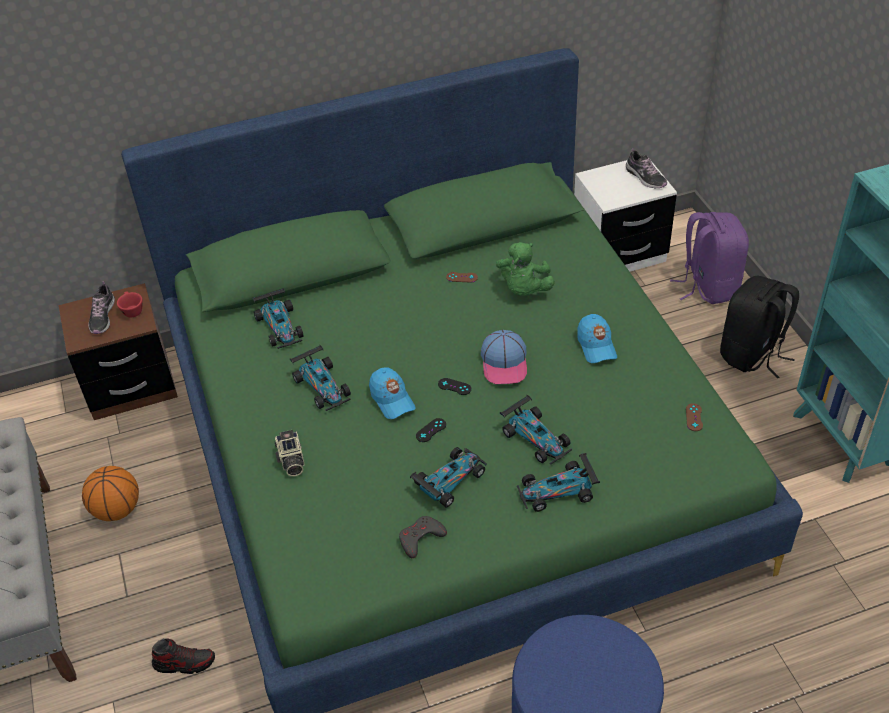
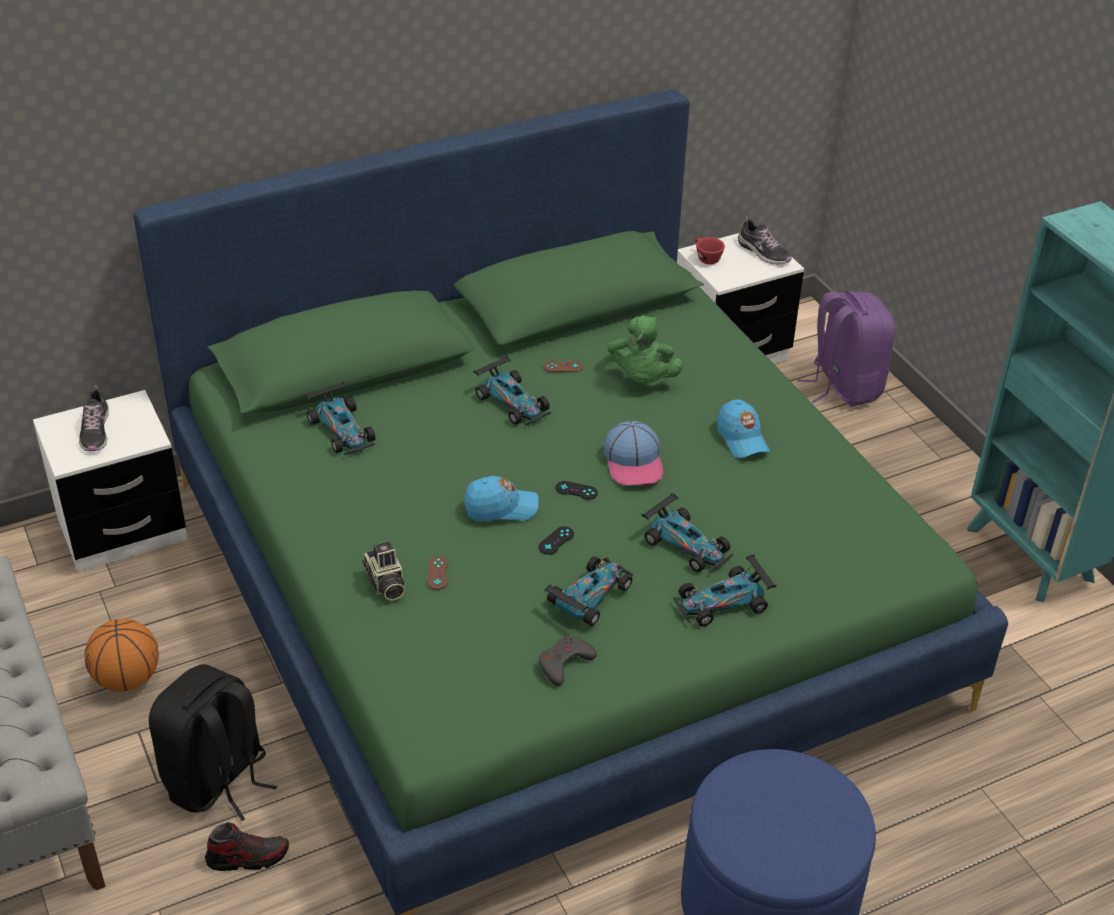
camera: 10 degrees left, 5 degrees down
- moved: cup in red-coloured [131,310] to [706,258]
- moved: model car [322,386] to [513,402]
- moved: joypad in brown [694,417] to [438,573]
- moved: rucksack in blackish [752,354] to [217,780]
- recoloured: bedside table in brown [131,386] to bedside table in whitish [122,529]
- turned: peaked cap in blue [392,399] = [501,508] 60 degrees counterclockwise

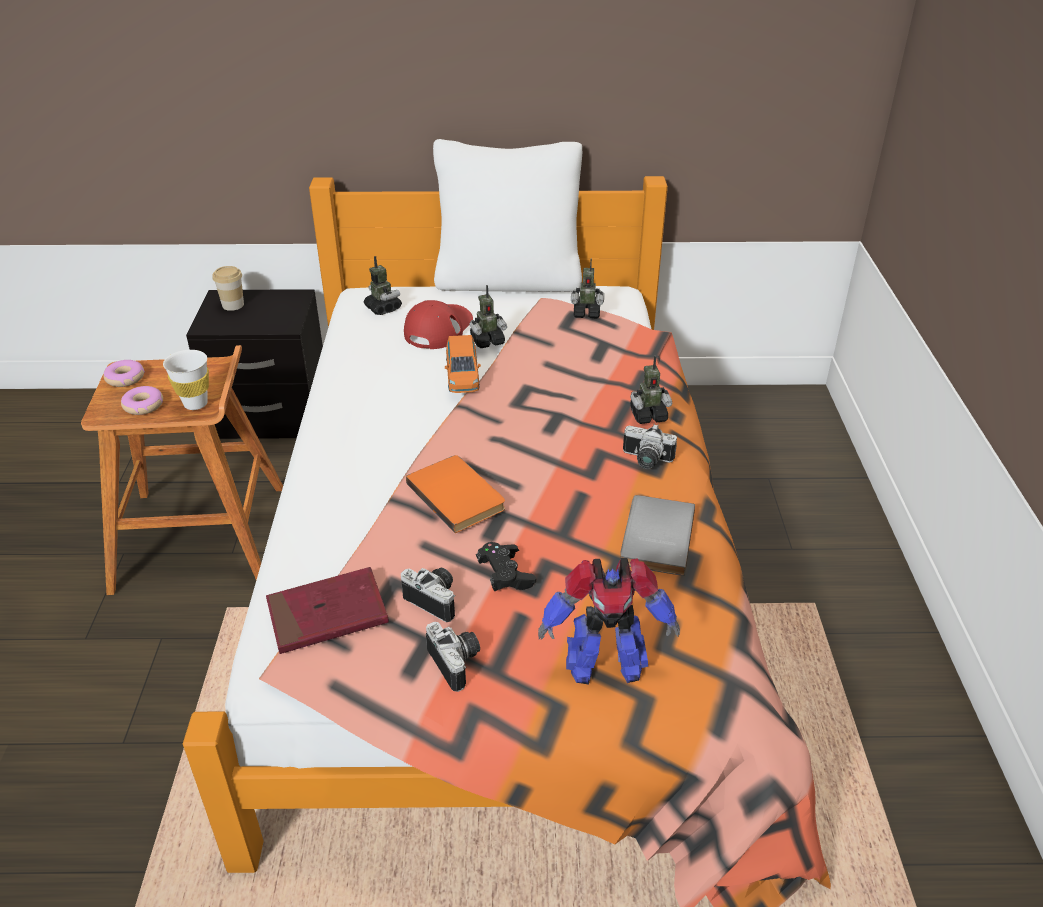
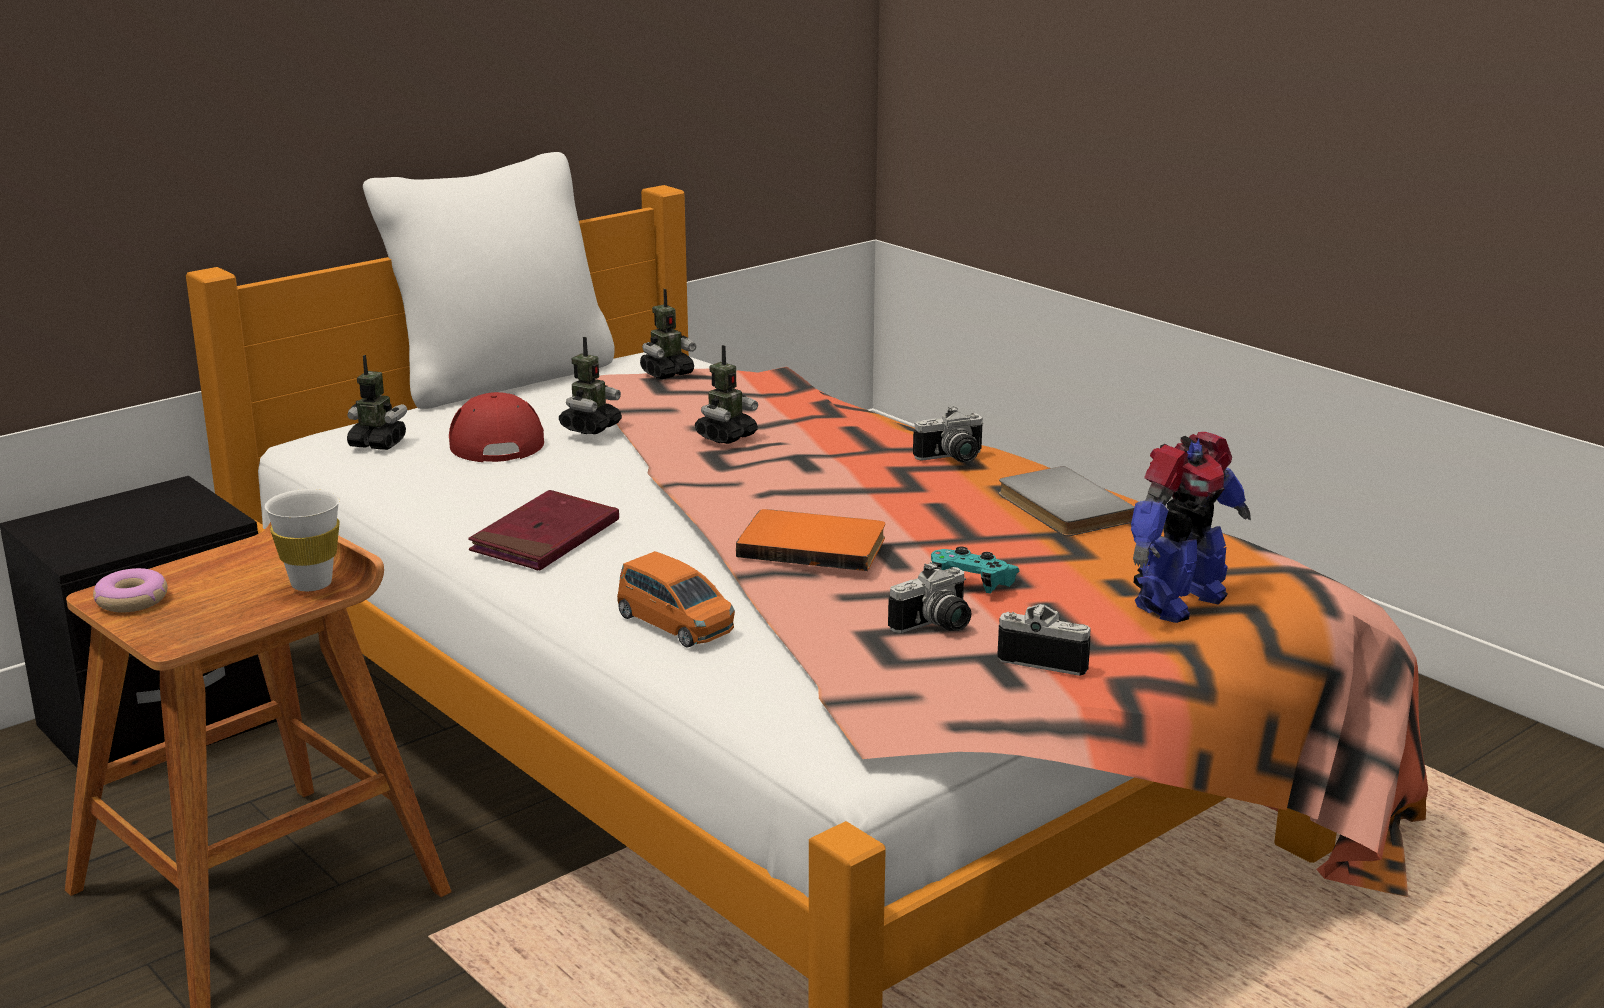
camera: 40 degrees left, 15 degrees down
- removed: ring doughnut [143,406]
- removed: cup [233,305]
- moved: volume in red-coloured [327,614] to [545,538]
- moved: model car in orange-coloured [462,377] to [676,624]
- moved: robot figure [648,415] to [726,436]
- recoloured: joypad in blackish [505,575] to joypad in turquoise-coloured [972,584]
- turned: still camera [436,599] = [937,626] 150 degrees clockwise

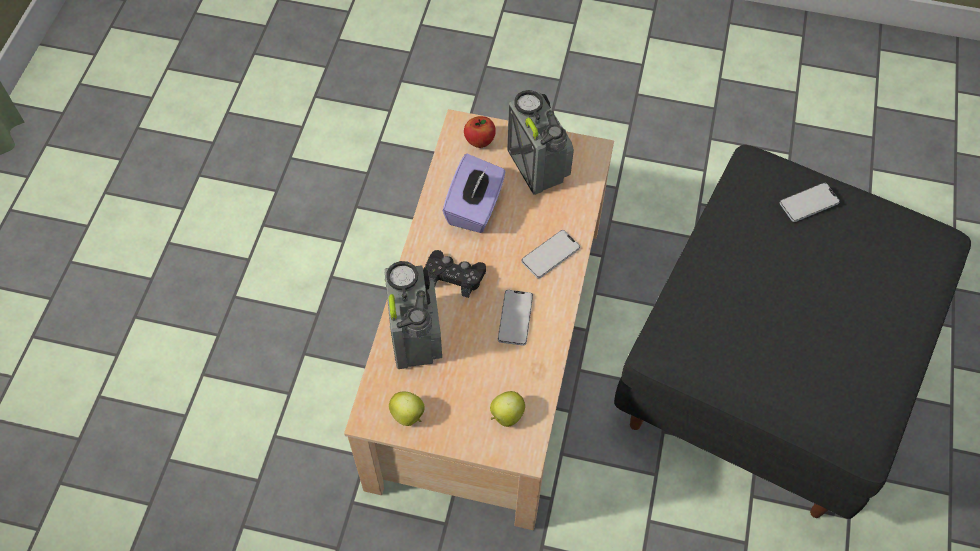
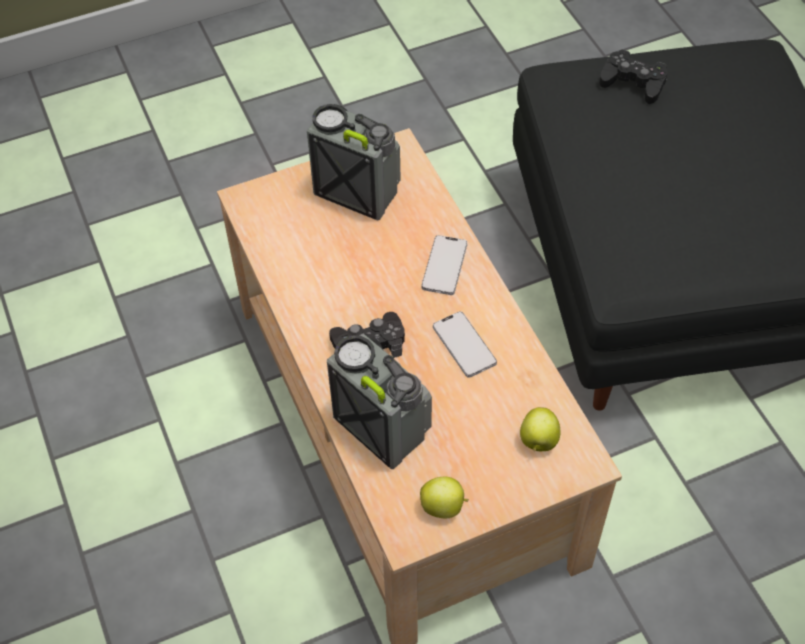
camera: 35 degrees left, 5 degrees down
- removed: tissue holder in purple-coloured [475,207]
- removed: whole apple [479,141]
- replaced: telephone [809,203] to joypad in blackish [633,82]

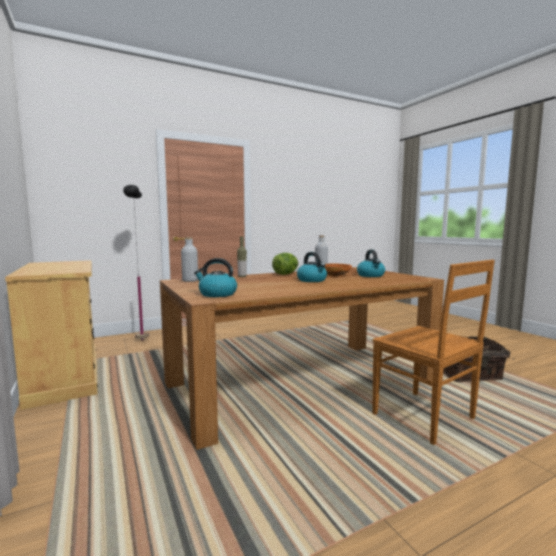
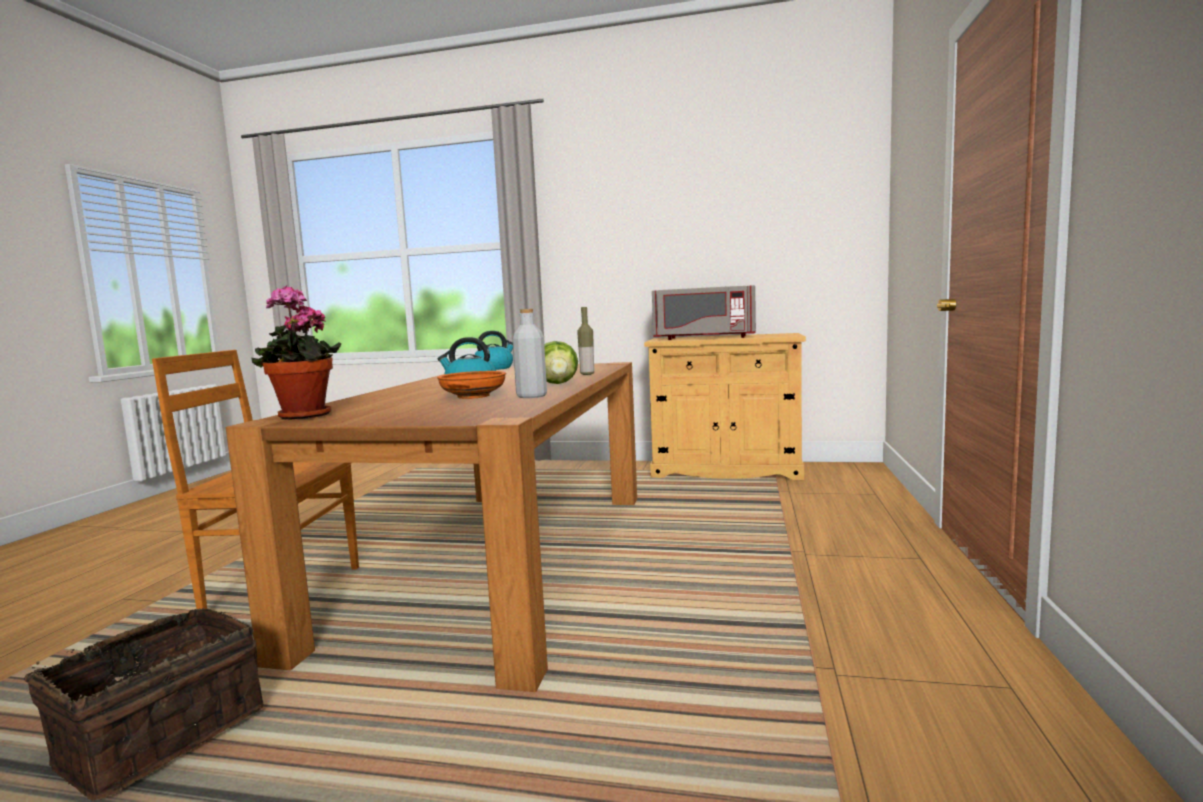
camera: 130 degrees right, 0 degrees up
- removed: standard lamp in blackish [142,344]
- removed: bottle in grey [190,280]
- removed: water kettle [371,275]
- added: potted plant [303,416]
- added: microwave oven in grey [704,338]

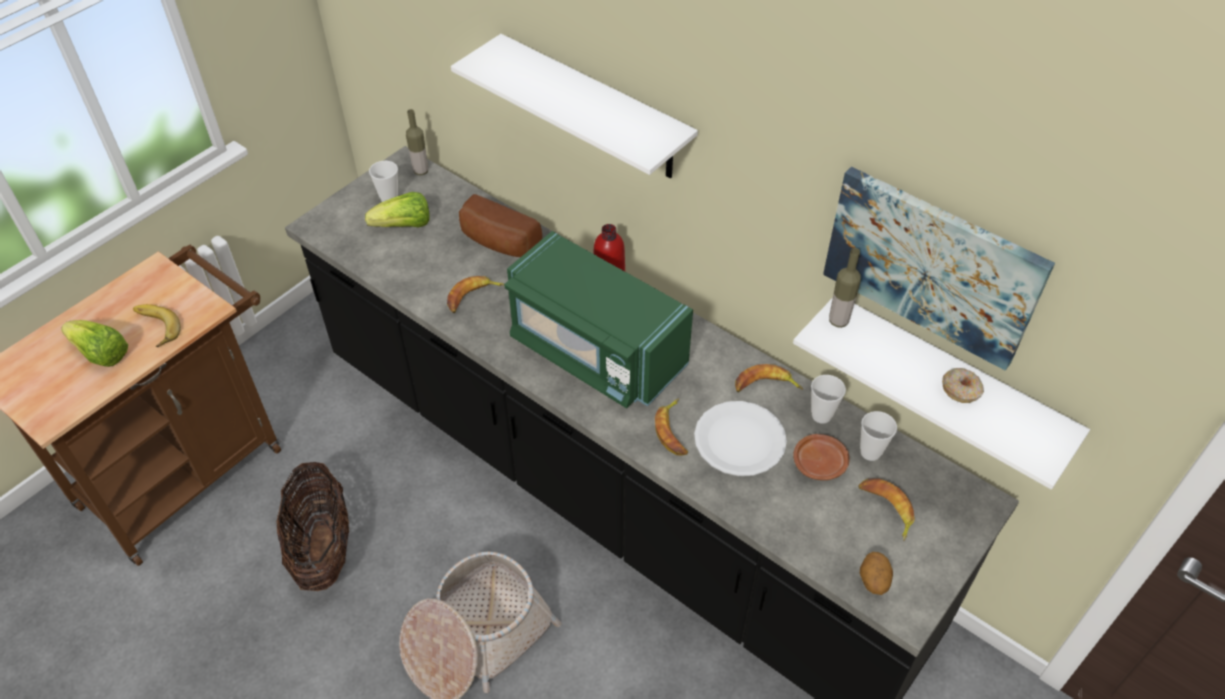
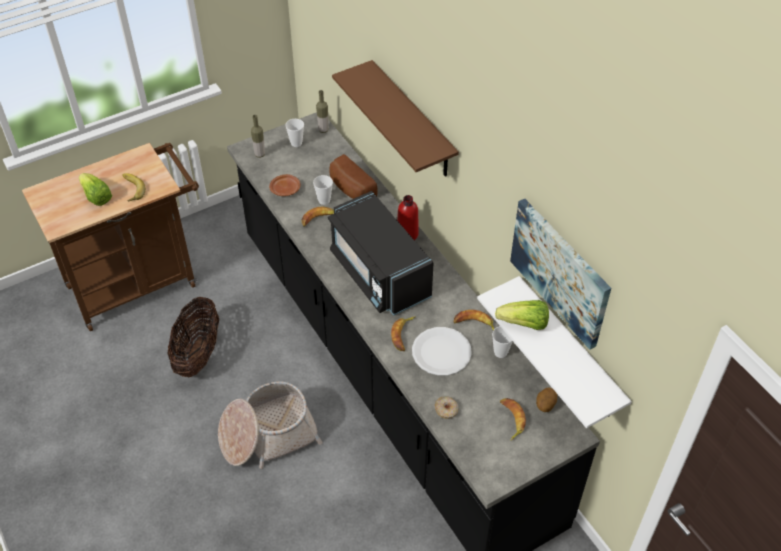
camera: 20 degrees right, 0 degrees up
- moved: lettuce head [404,226] to [524,324]
- moved: dinner plate in brown [820,462] to [285,189]
- moved: bottle [838,321] to [260,154]
- moved: cup [870,452] to [324,200]
- moved: whole potato [873,581] to [545,405]
- moved: ring doughnut [961,390] to [446,410]
- recoloured: shelf in whitish [595,109] to shelf in brown [413,121]
- recoloured: microwave oven in green [595,351] to microwave oven in blackish [379,273]

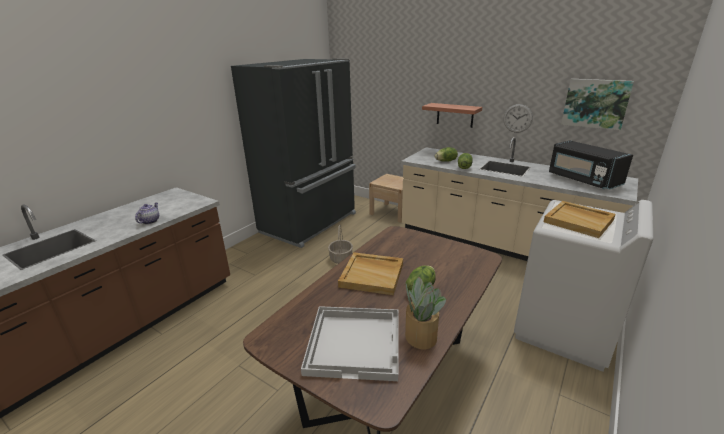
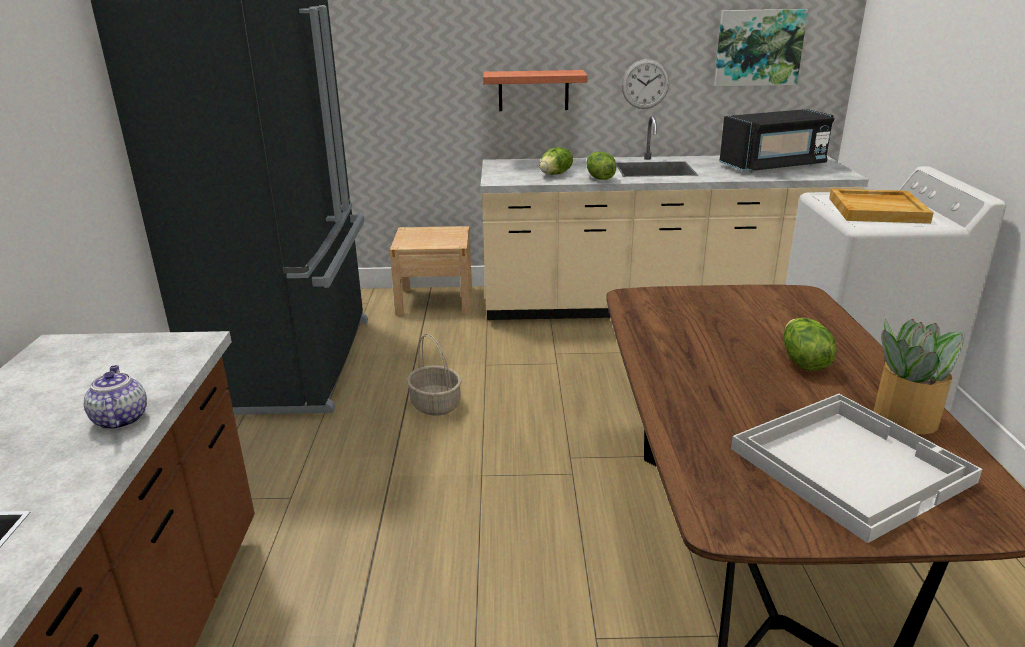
camera: 35 degrees left, 0 degrees up
- removed: serving tray in sand-coloured [372,275]
- turned: microwave oven in blackish [582,180] = [773,166] 45 degrees counterclockwise

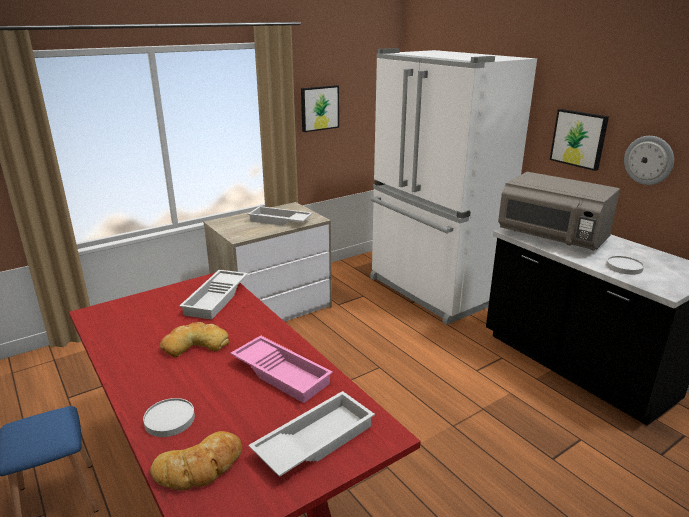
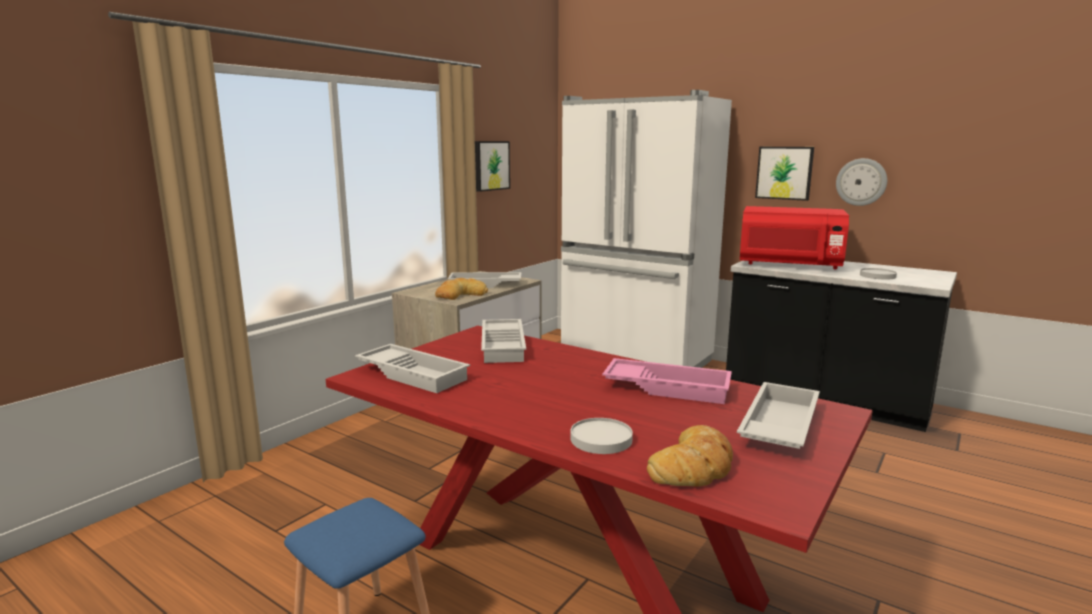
camera: 20 degrees left, 10 degrees down
- added: serving tray in whitish [414,374]
- moved: bakery bread [195,344] to [460,295]
- recoloured: microwave oven in grey [552,237] to microwave oven in red-coloured [789,265]

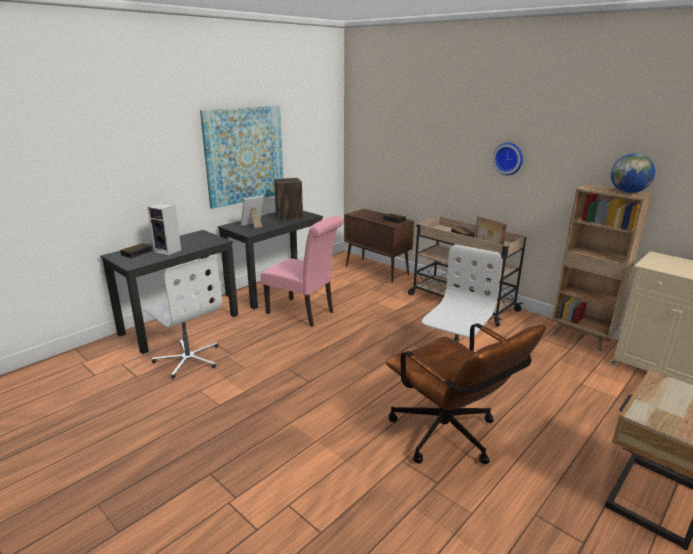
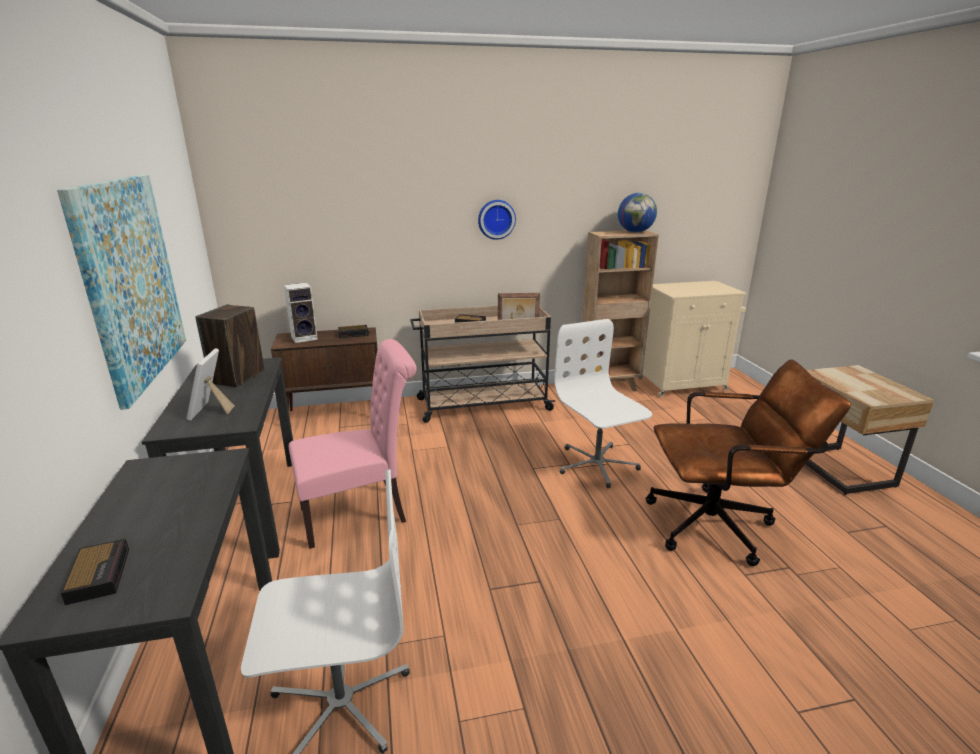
camera: 55 degrees left, 0 degrees up
- moved: speaker [169,251] to [305,338]

